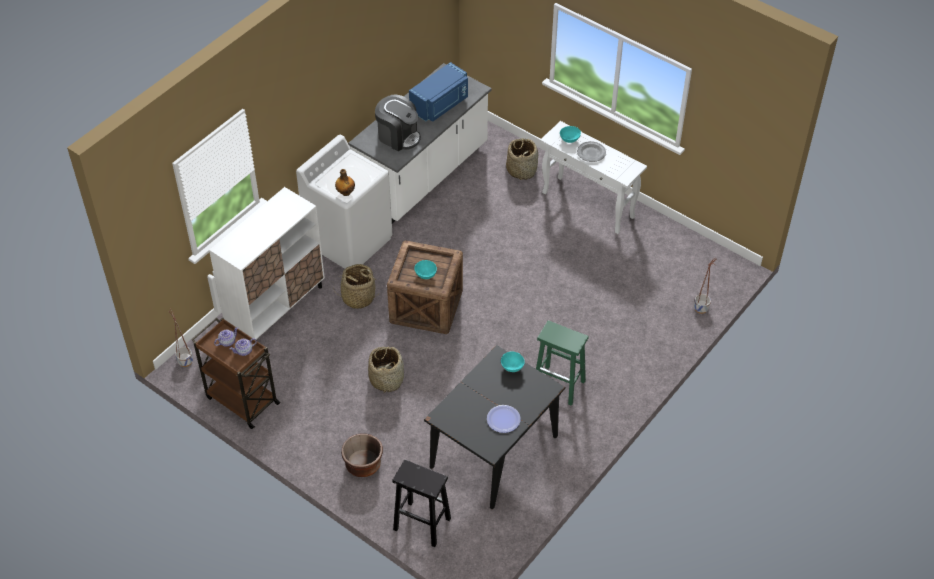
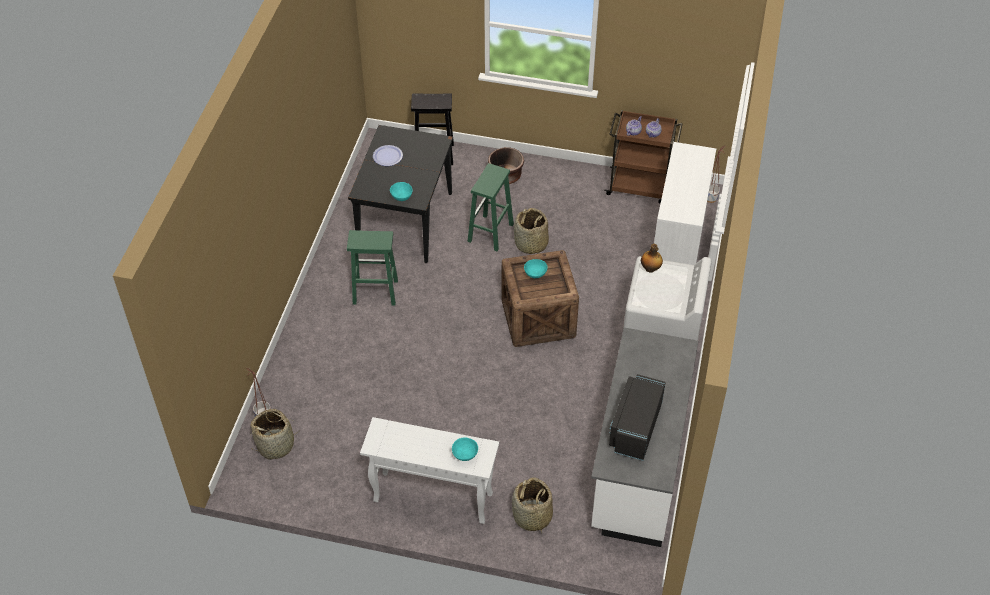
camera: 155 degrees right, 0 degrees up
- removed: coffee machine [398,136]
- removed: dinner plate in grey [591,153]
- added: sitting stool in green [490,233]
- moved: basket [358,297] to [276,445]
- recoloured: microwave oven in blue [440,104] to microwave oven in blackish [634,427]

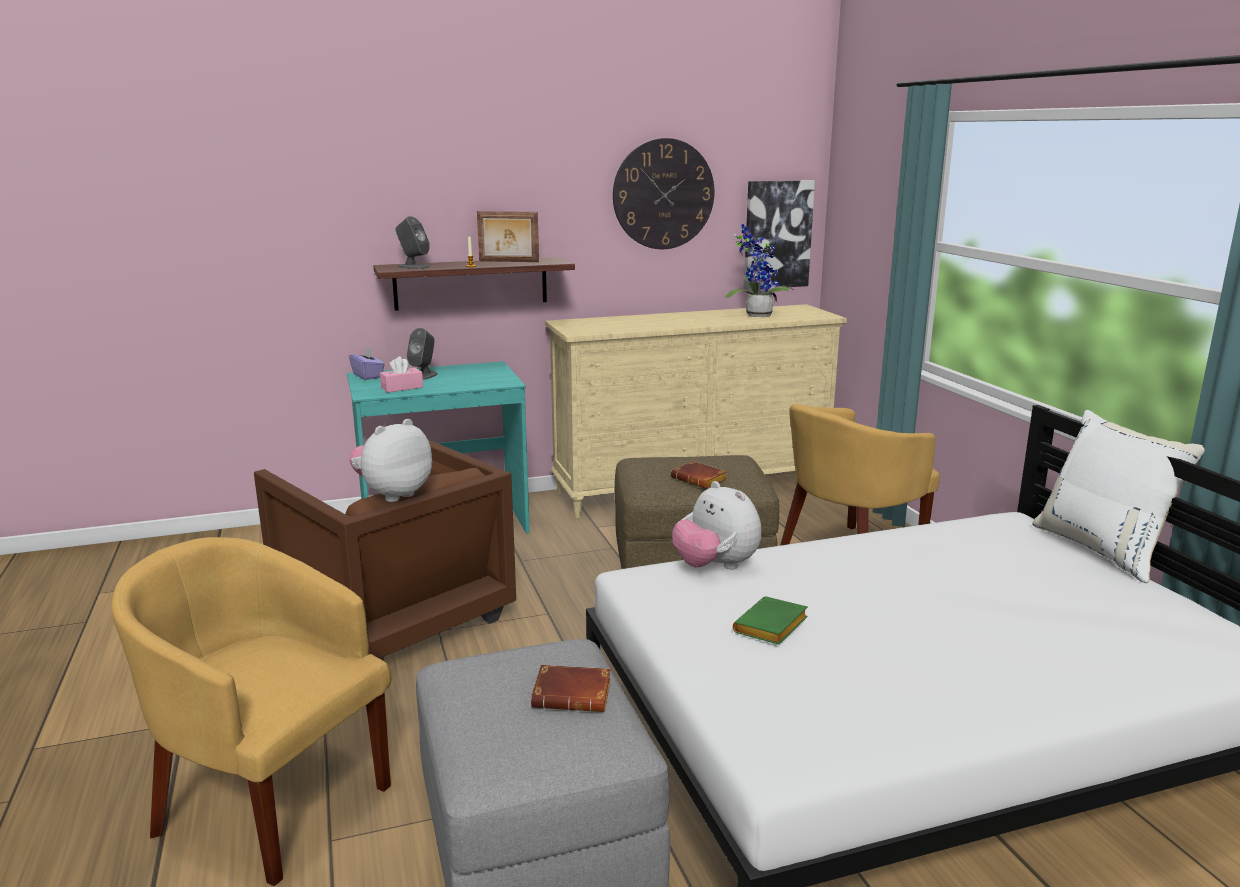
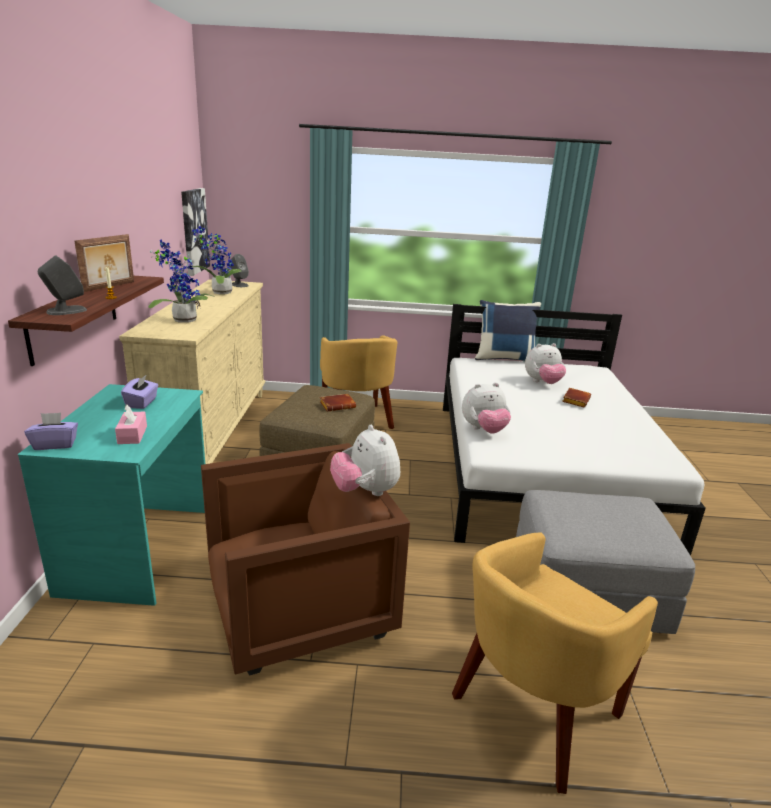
camera: 70 degrees left, 5 degrees up
- removed: wall clock [663,194]
- removed: volume in green [771,628]
- added: tissue holder in purple-coloured [142,403]
- added: potted plant [182,319]
- added: cuddly toy [542,383]
- moved: speaker in grey [423,375] to [239,285]
- moved: volume in brown [574,694] to [575,400]
- recoloured: throw pillow in whitish [1103,549] to throw pillow in blue [505,358]

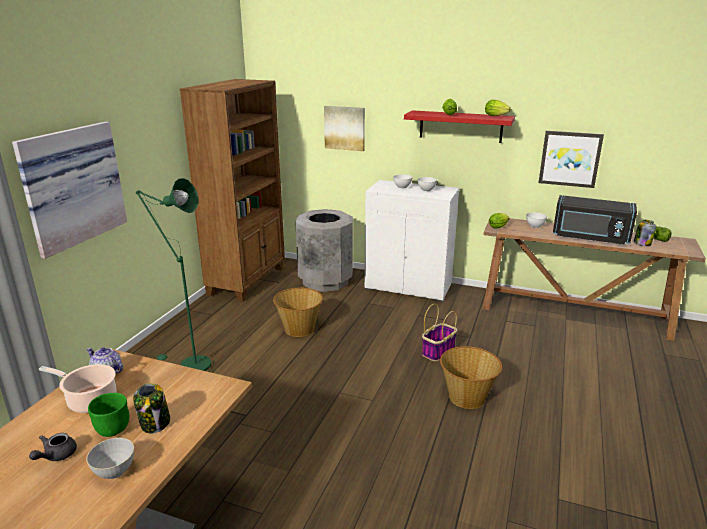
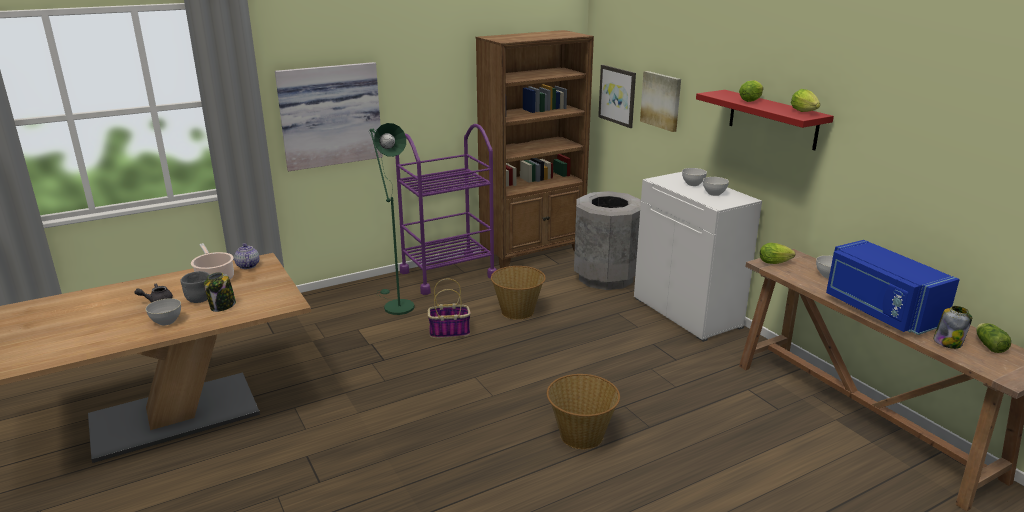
camera: 40 degrees right, 0 degrees up
- added: cart in purple-coloured [448,274]
- moved: basket [438,351] to [450,332]
- moved: picture [570,159] to [617,95]
- recoloured: serving bowl in green [112,429] to serving bowl in grey [199,299]
- recoloured: microwave oven in blackish [590,238] to microwave oven in blue [879,311]

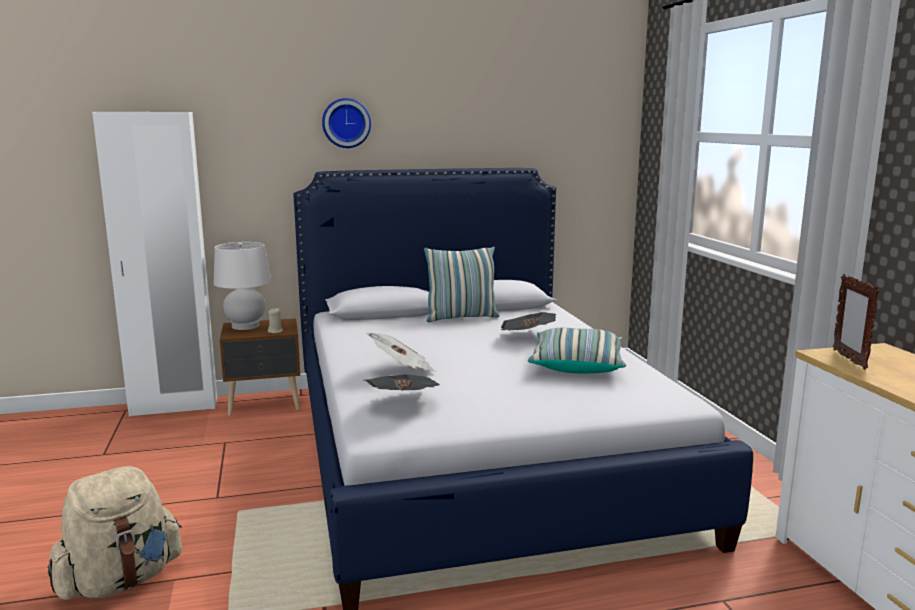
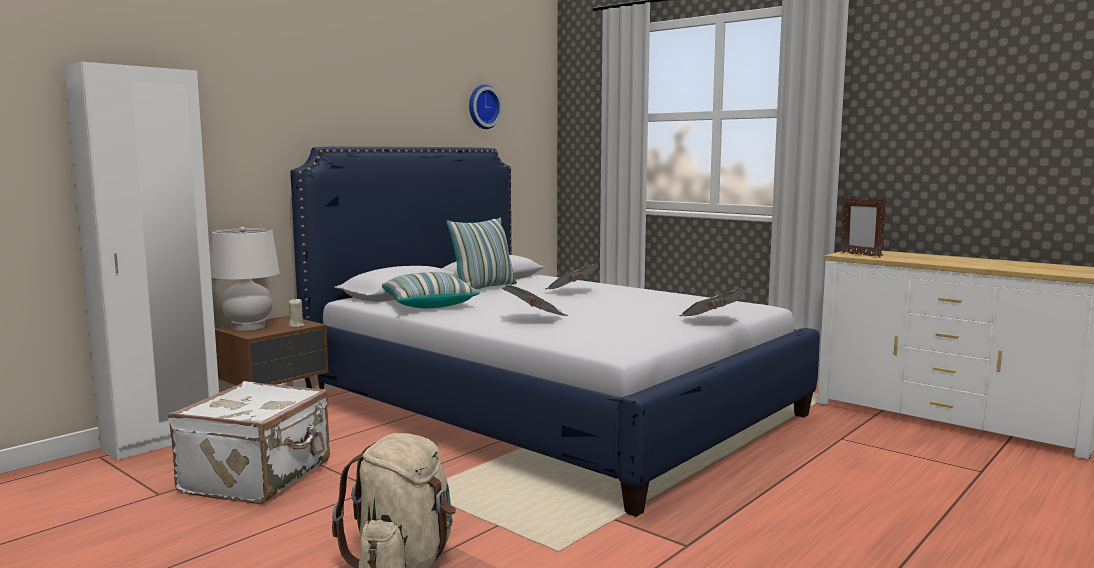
camera: 35 degrees left, 5 degrees down
- added: suitcase in whitish [259,477]
- moved: wall clock [346,123] to [482,107]
- moved: daily paper [403,403] to [711,321]
- moved: throw pillow [576,365] to [427,305]

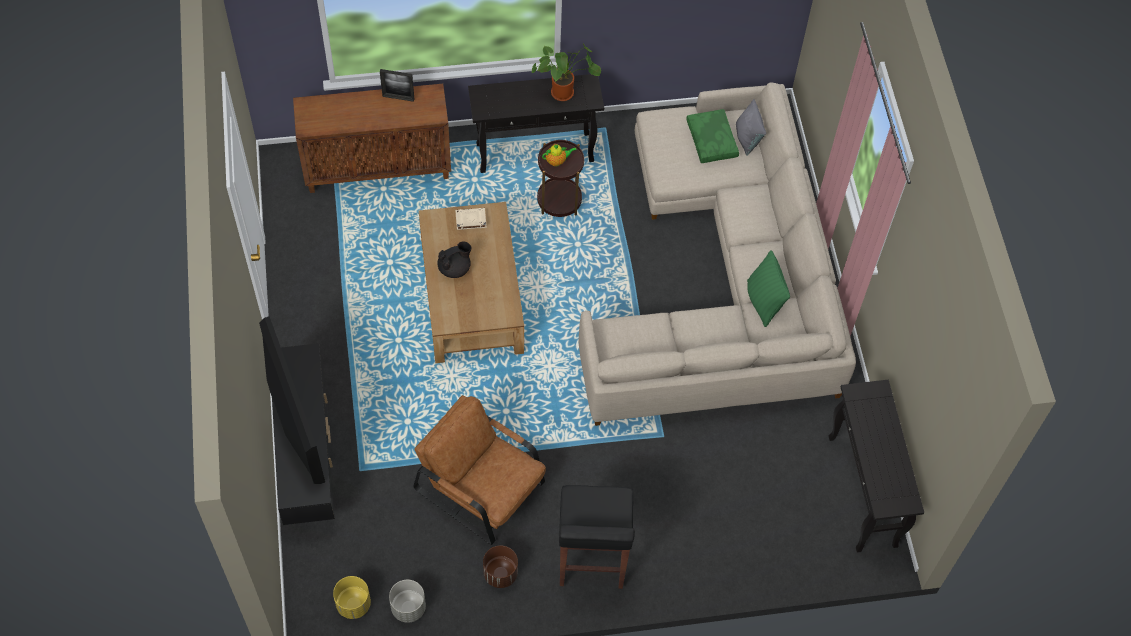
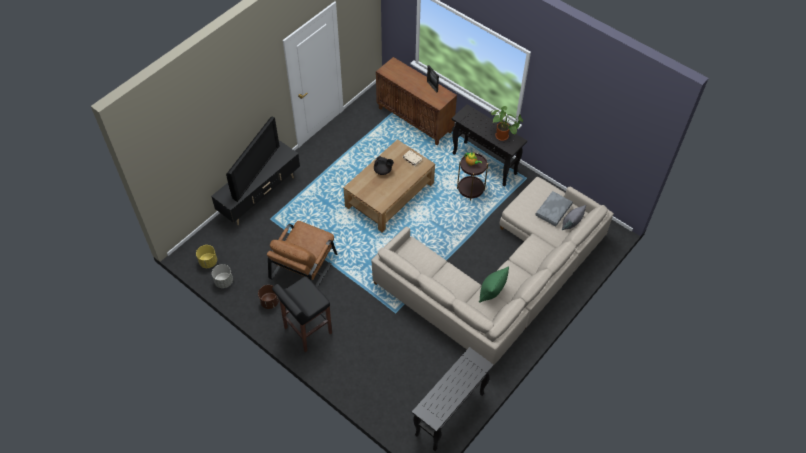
camera: 50 degrees right, 5 degrees down
- recoloured: throw pillow in green [712,141] to throw pillow in grey [553,212]
- turned: armchair in brown [482,486] = [304,265] 150 degrees counterclockwise

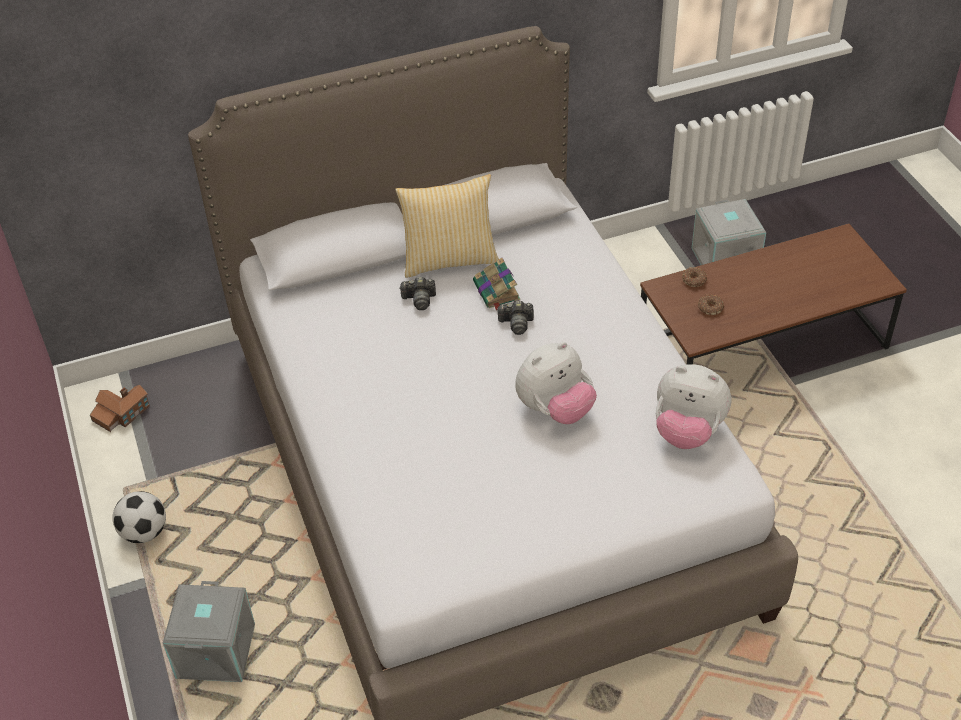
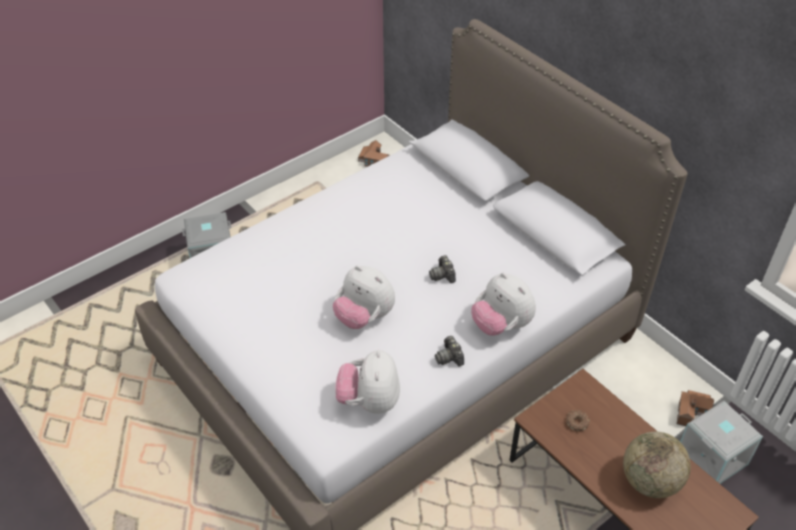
camera: 70 degrees right, 0 degrees up
- removed: football ball [144,532]
- removed: throw pillow [449,259]
- removed: volume [497,292]
- removed: ring doughnut [694,280]
- added: cuddly toy [501,325]
- added: desk globe [650,481]
- added: miniature house [692,411]
- moved: still camera [419,300] to [449,357]

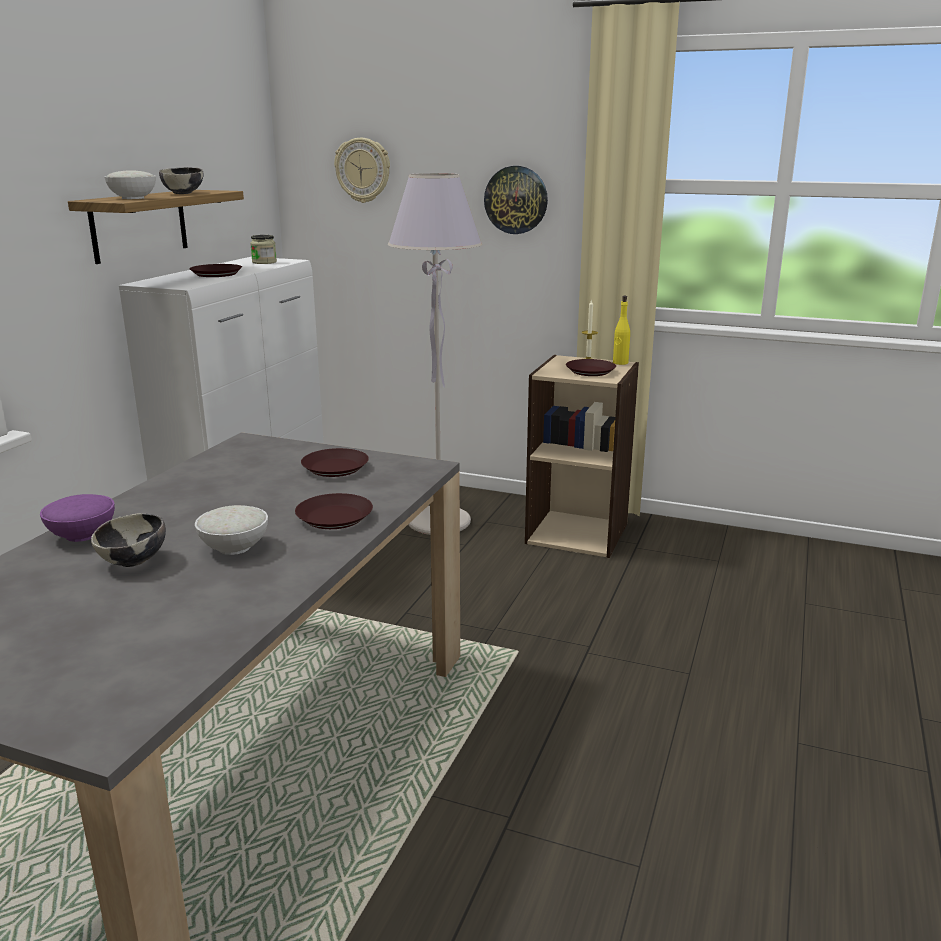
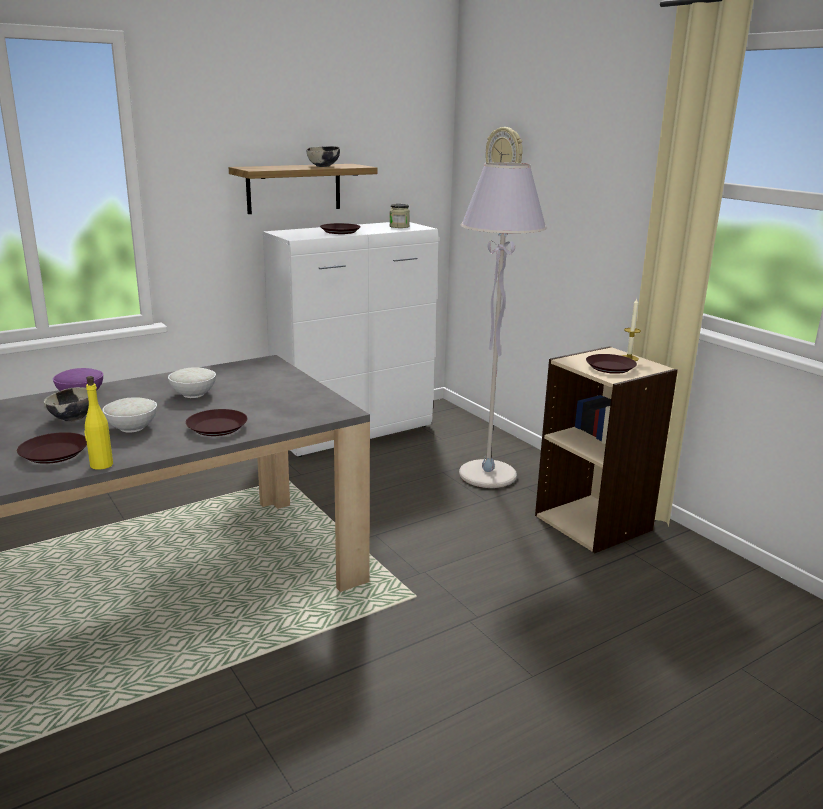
camera: 35 degrees right, 0 degrees up
- removed: wall clock [516,200]
- moved: serving bowl in whitish [132,198] to [193,394]
- moved: dinner plate in brown [334,468] to [54,453]
- moved: bottle in yellow-coloured [620,363] to [101,465]

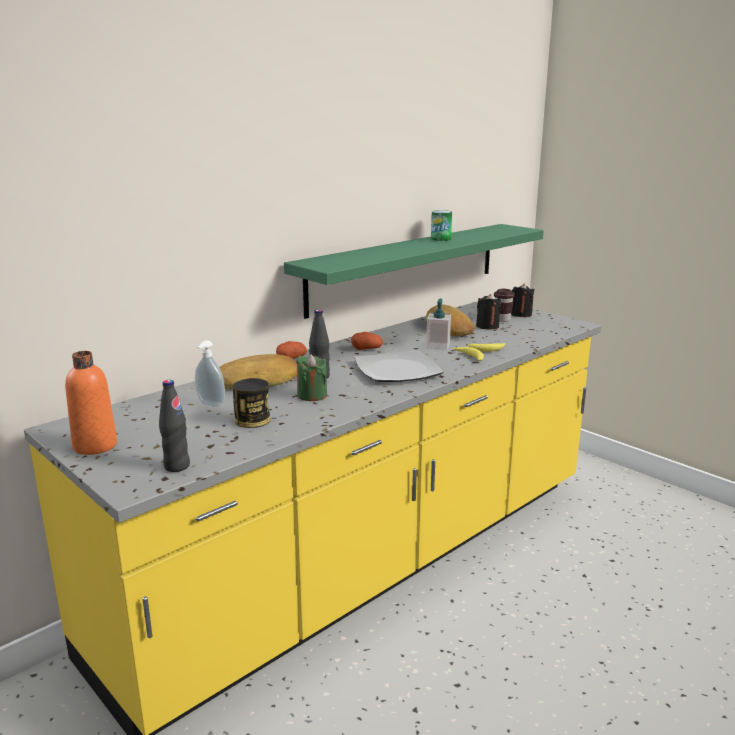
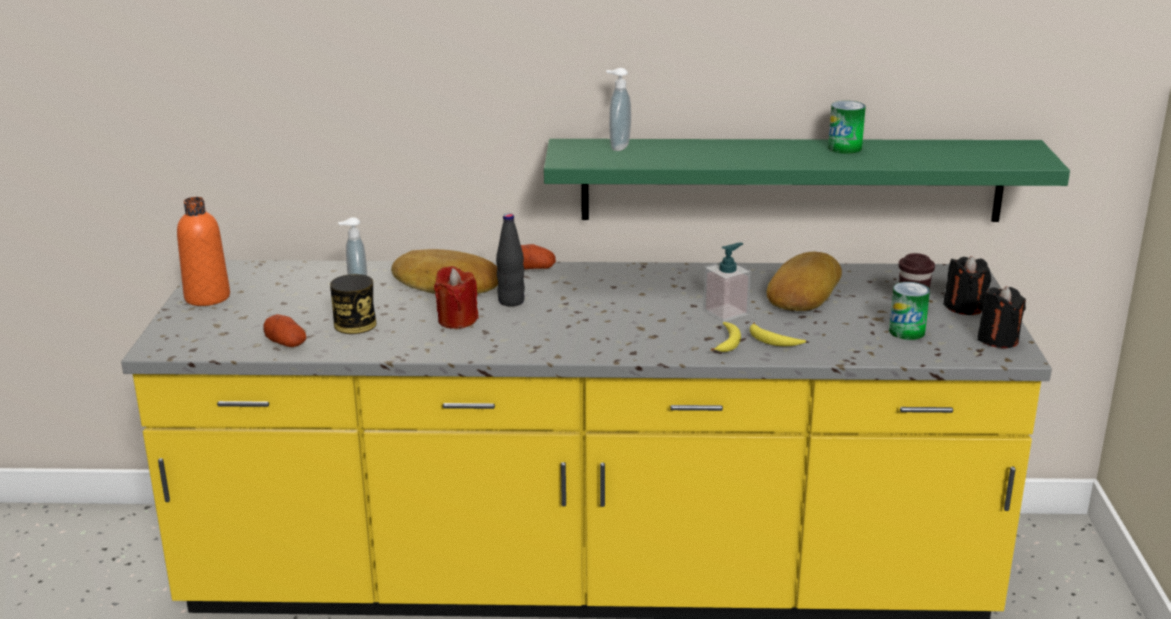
camera: 45 degrees right, 5 degrees up
- removed: bottle in blackish [177,466]
- removed: dinner plate [397,371]
- added: soap dispenser [618,147]
- added: sealed can [906,331]
- moved: whole potato [367,349] to [286,343]
- moved: wax candle in blackish [487,326] to [998,339]
- recoloured: wax candle in green [312,395] to wax candle in red-coloured [457,320]

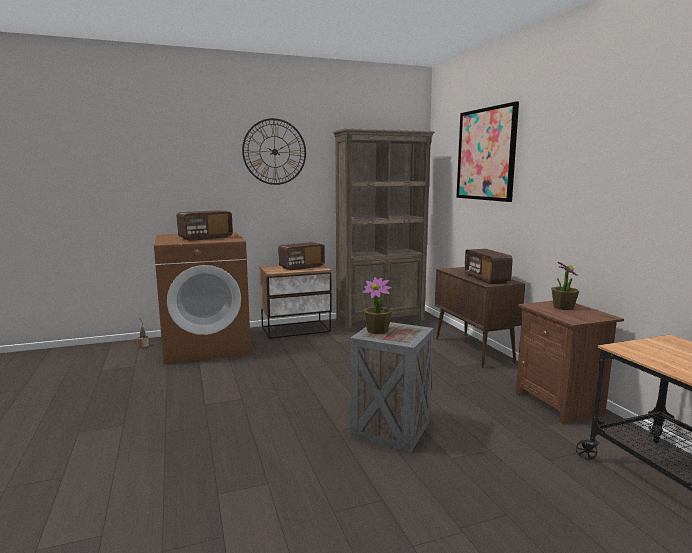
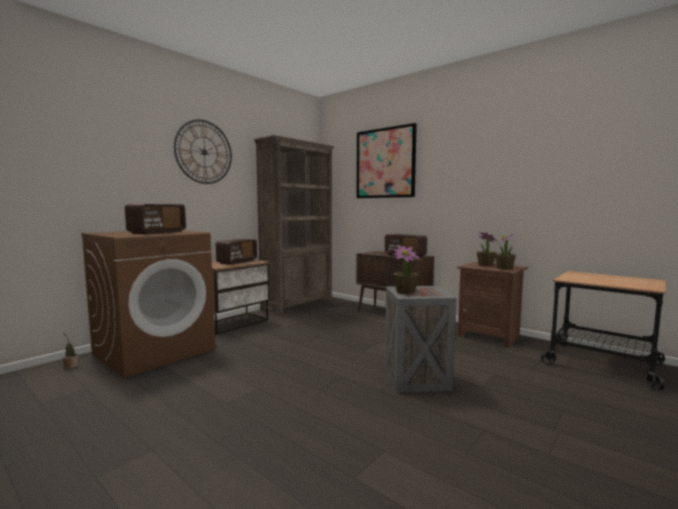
camera: 30 degrees left, 5 degrees down
- added: potted plant [504,268]

